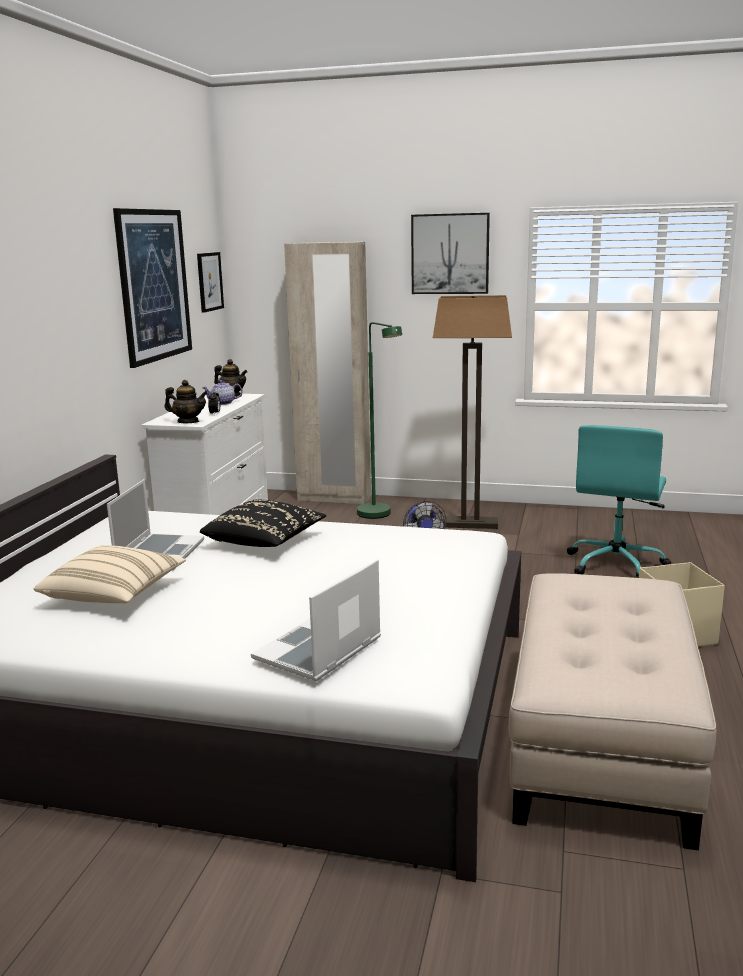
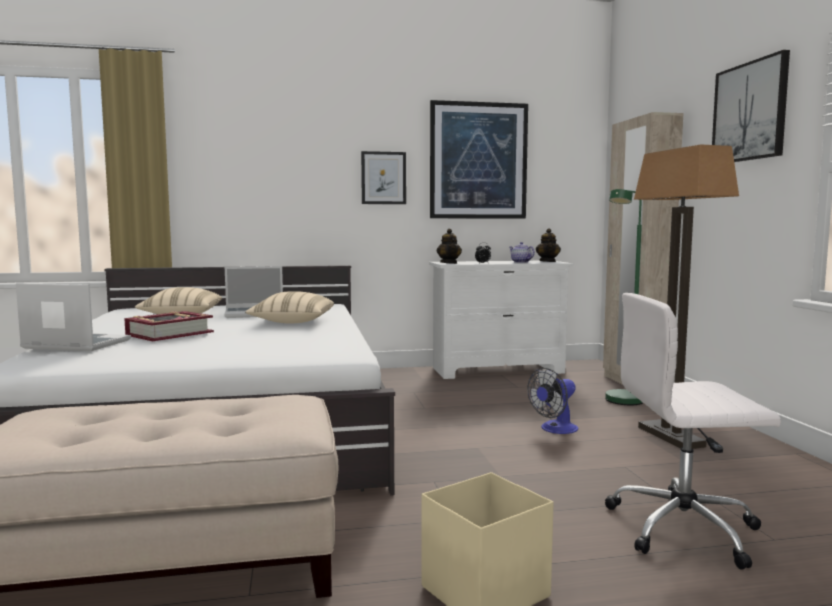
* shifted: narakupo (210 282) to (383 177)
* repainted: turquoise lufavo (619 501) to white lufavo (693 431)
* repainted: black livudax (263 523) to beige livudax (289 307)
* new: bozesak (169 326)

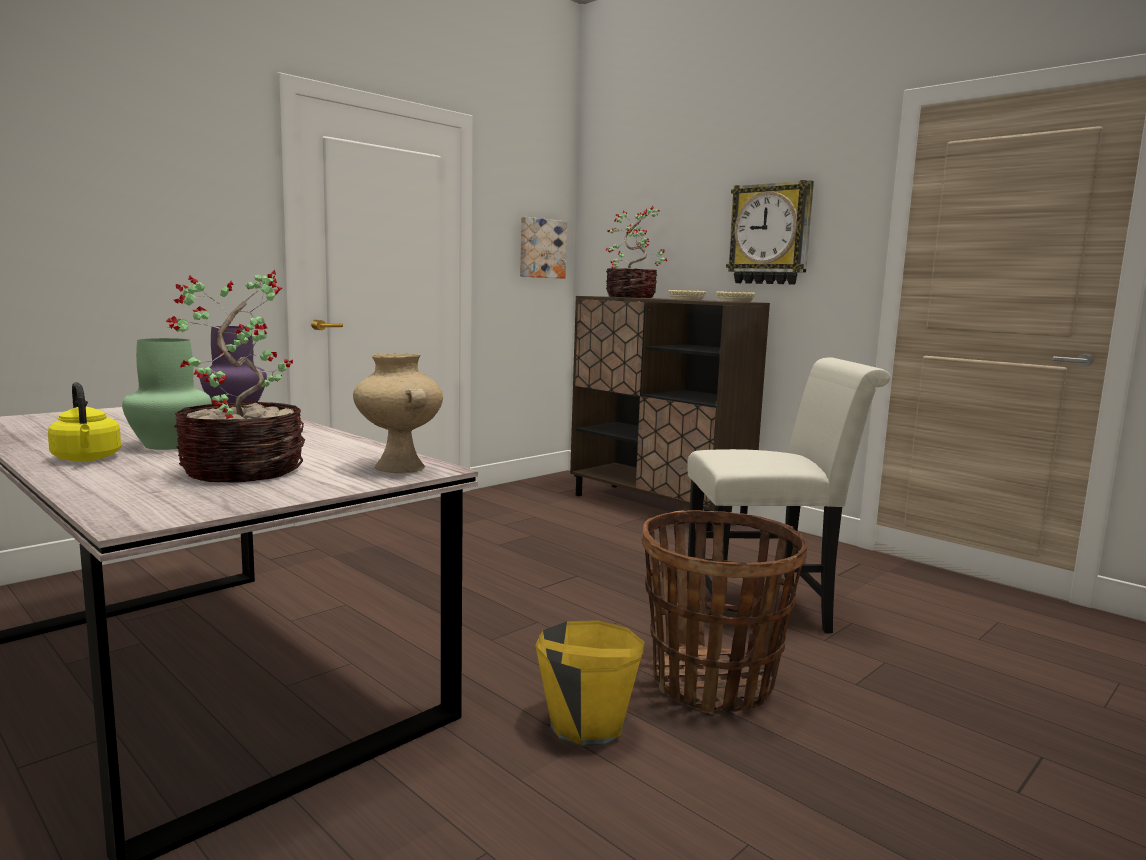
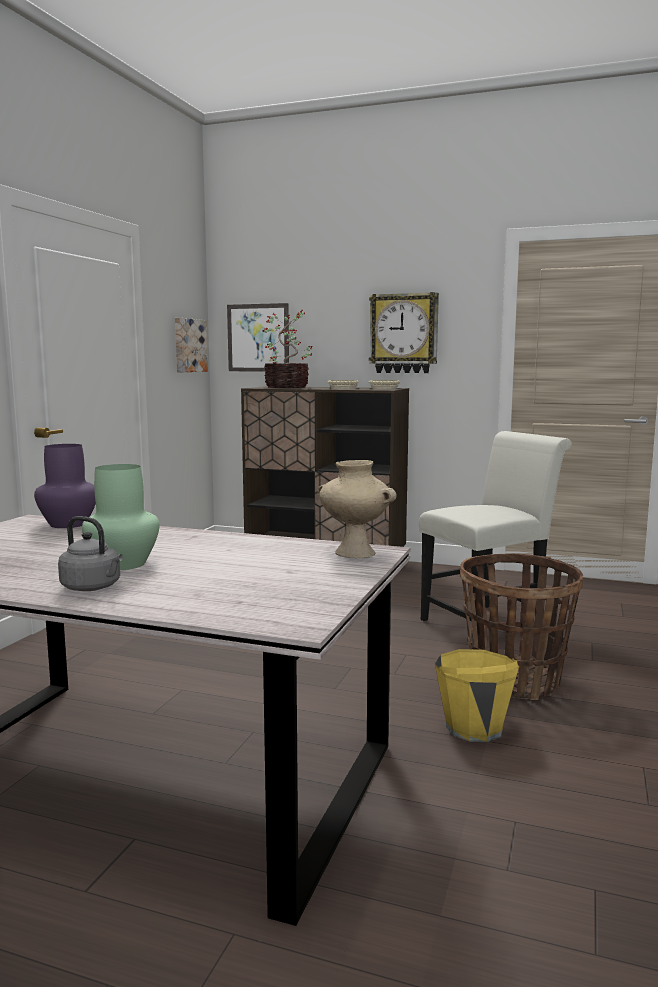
* gone: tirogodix (235 376)
* repainted: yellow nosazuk (84 422) to grey nosazuk (90 553)
* new: narakupo (258 337)

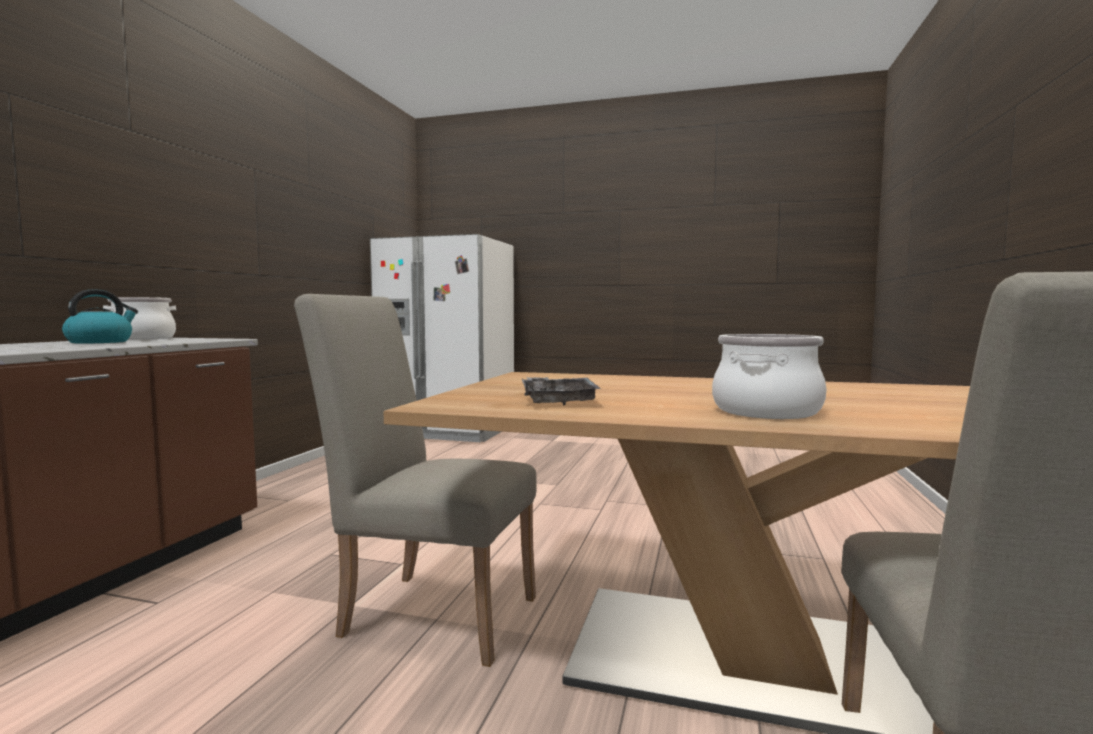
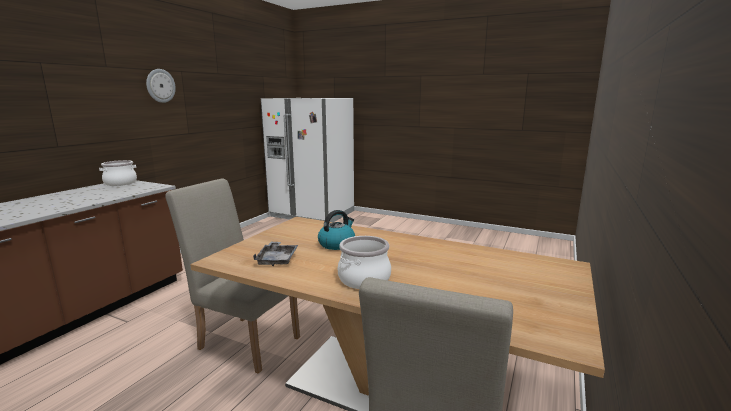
* shifted: nosazuk (100 316) to (336 230)
* new: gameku (161 86)

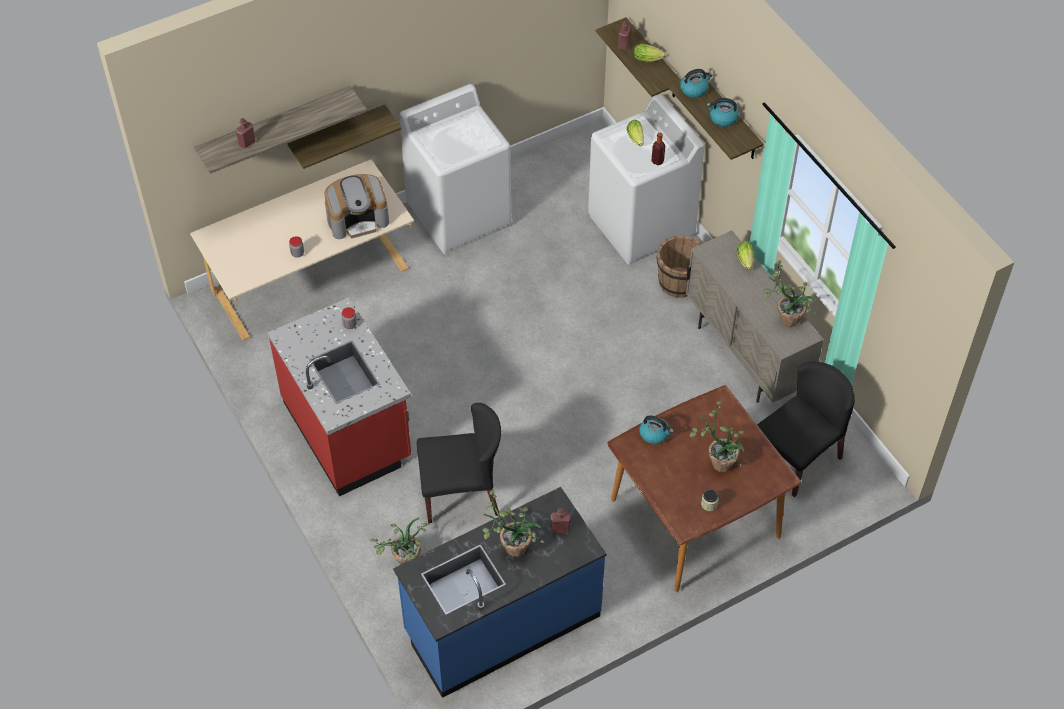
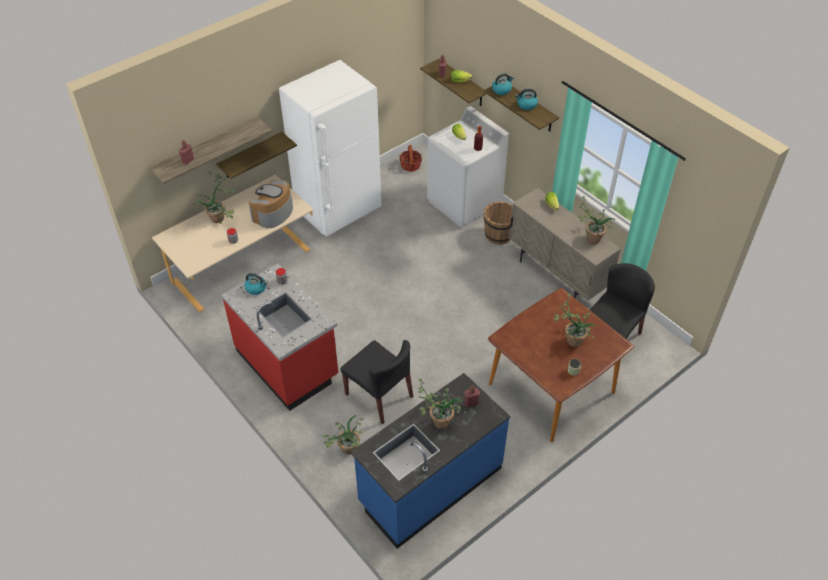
* swapped: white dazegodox (455 169) to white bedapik (330 148)
* rotated: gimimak (356 206) = (271 204) 150 degrees clockwise
* rotated: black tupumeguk (459 463) = (376 382) 60 degrees clockwise
* shifted: nosazuk (657 429) to (256 284)
* new: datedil (411 158)
* new: tirogodix (214 198)

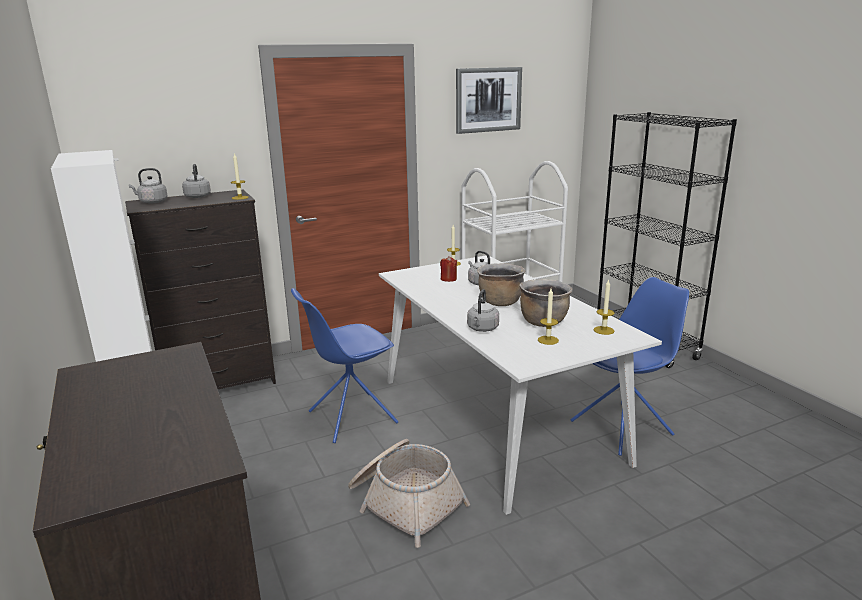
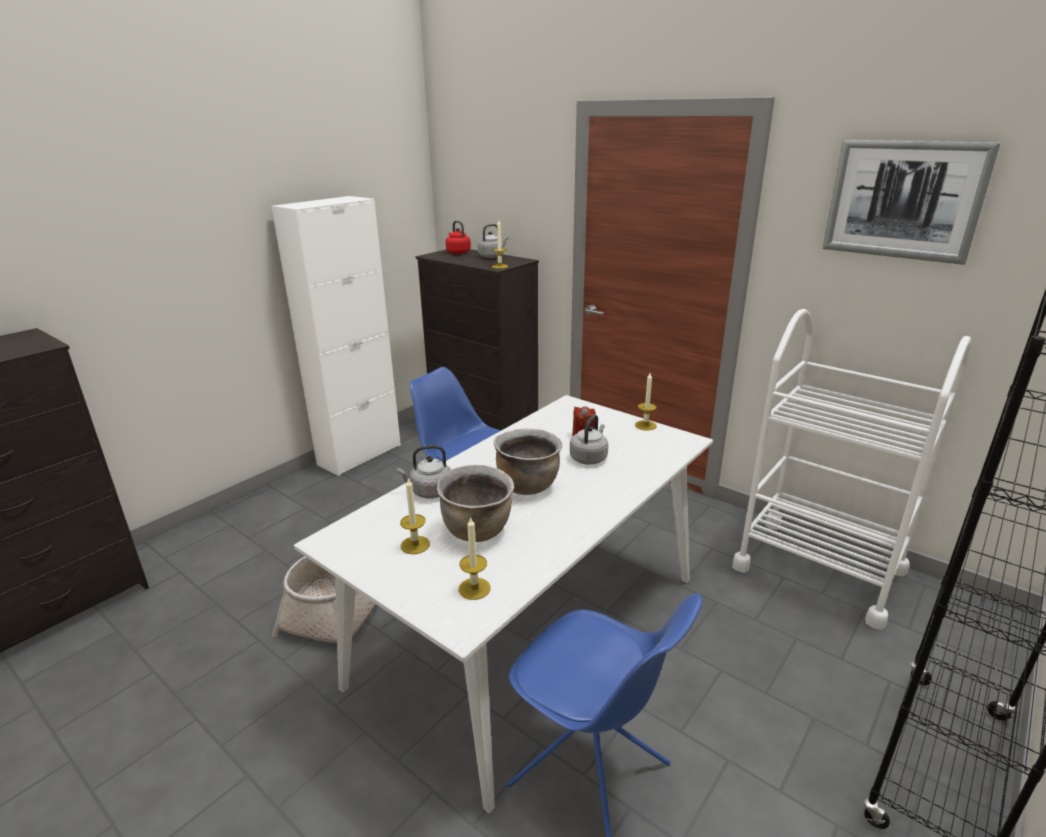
* repainted: grey nosazuk (148 185) to red nosazuk (458 237)

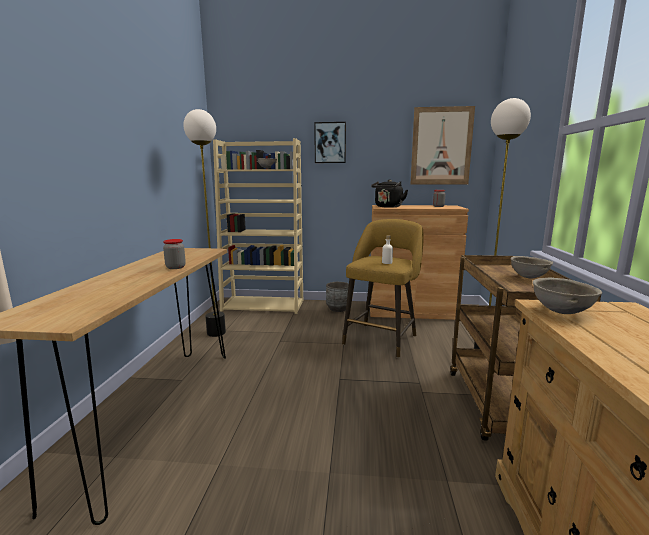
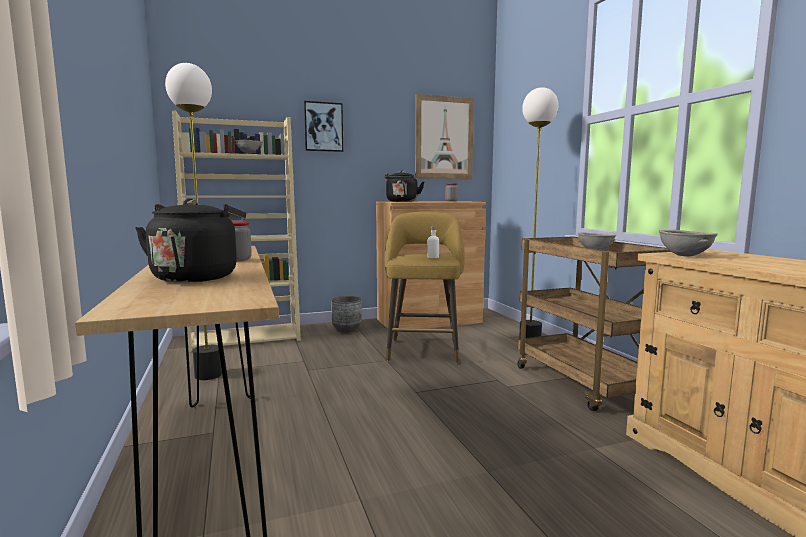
* new: black nosazuk (190 241)

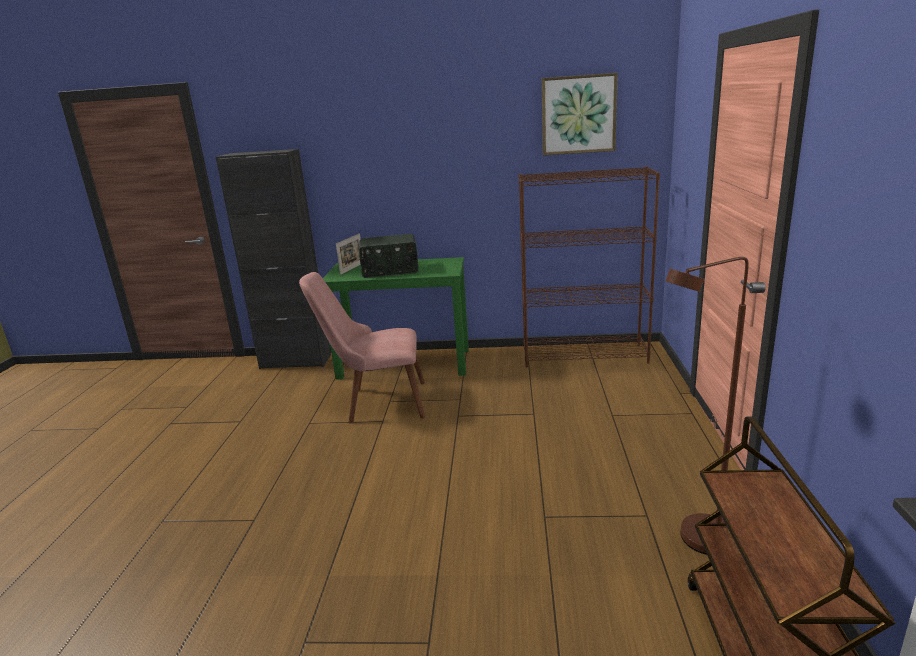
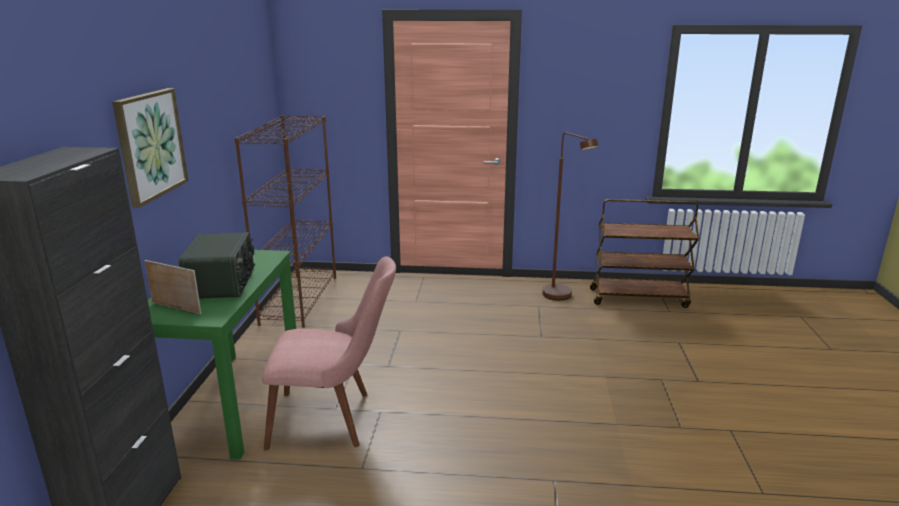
* shifted: narakupo (580 114) to (150 148)
* rotated: pink tupumeguk (362 348) = (329 353) 90 degrees counterclockwise

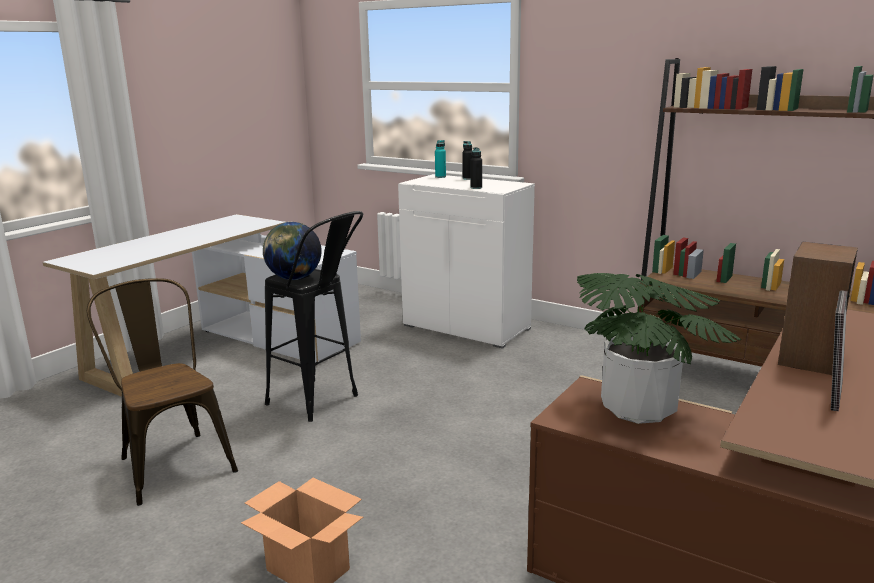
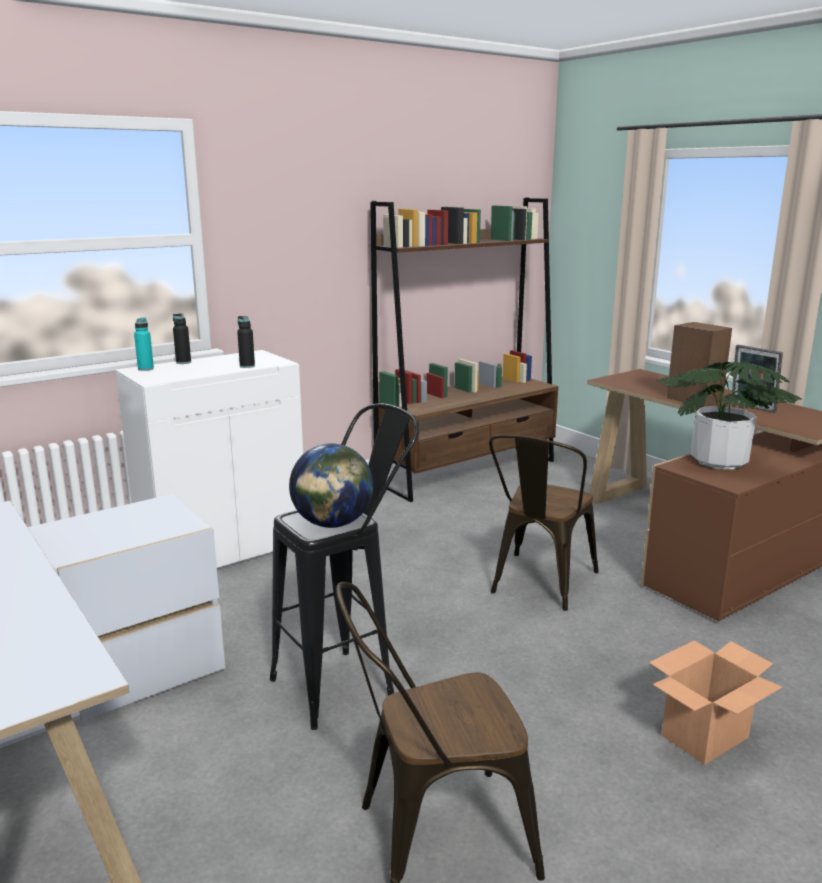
* new: brown tupumeguk (544 523)

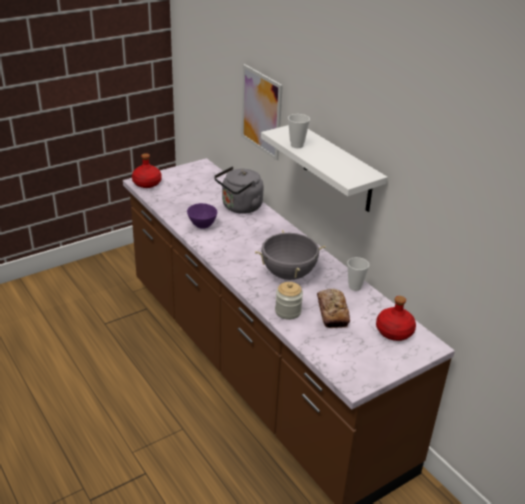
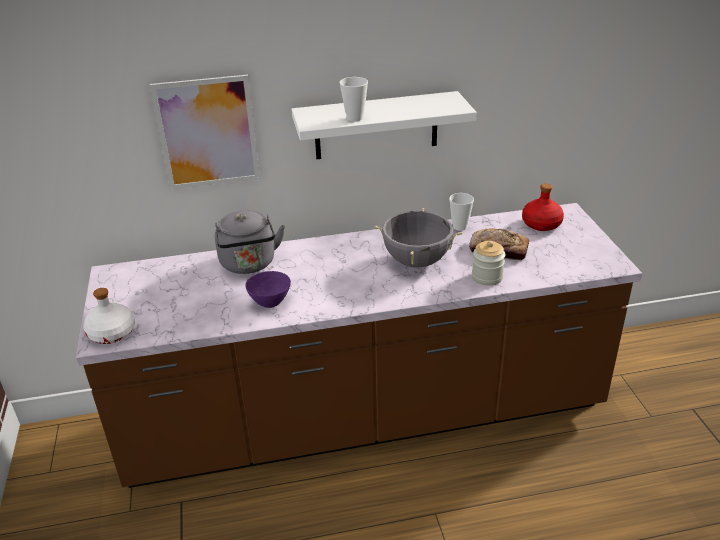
* repainted: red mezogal (147 170) to white mezogal (109 316)

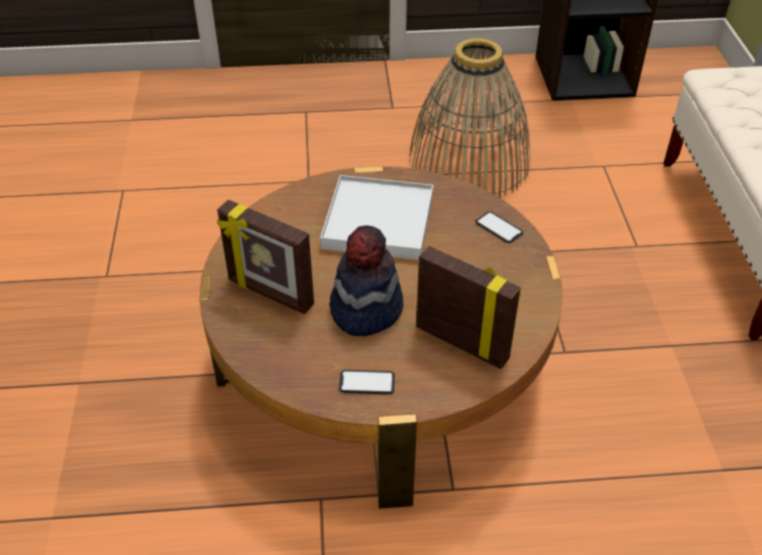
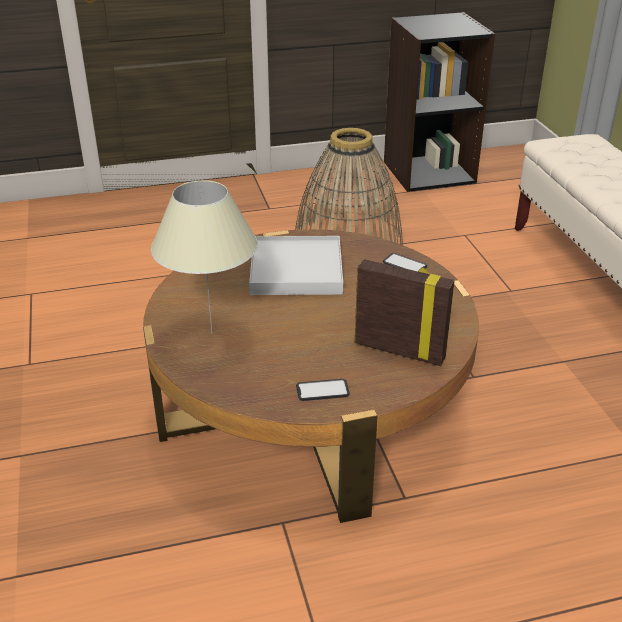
* swapped: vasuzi (265 257) to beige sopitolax (204 257)
* gone: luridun (366 280)

